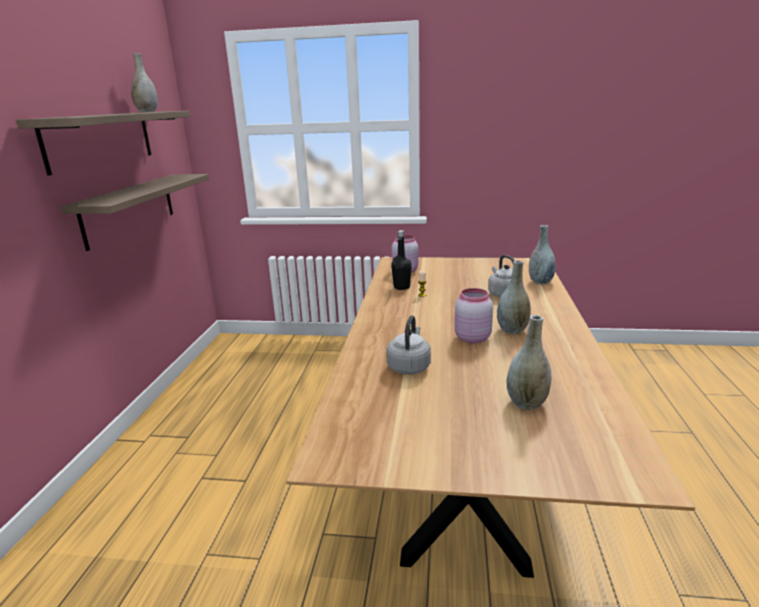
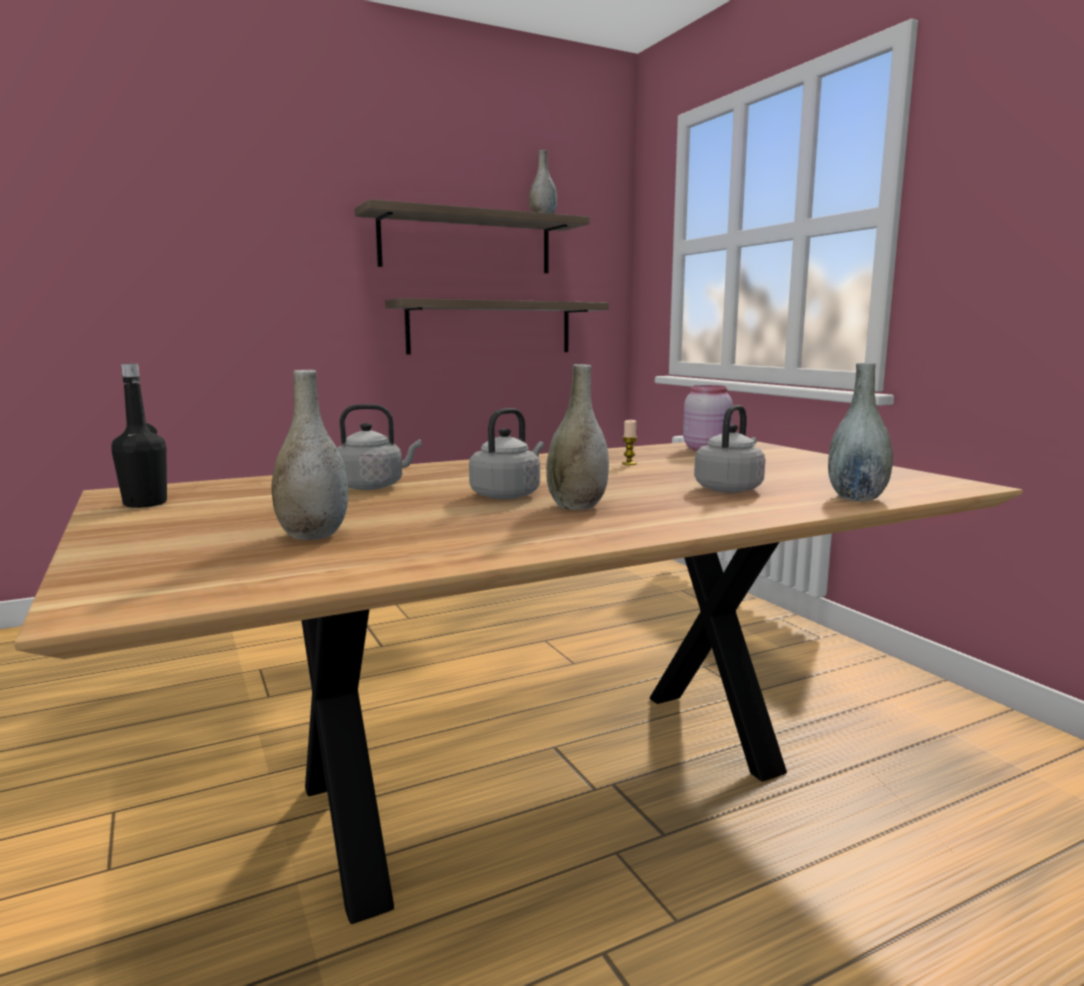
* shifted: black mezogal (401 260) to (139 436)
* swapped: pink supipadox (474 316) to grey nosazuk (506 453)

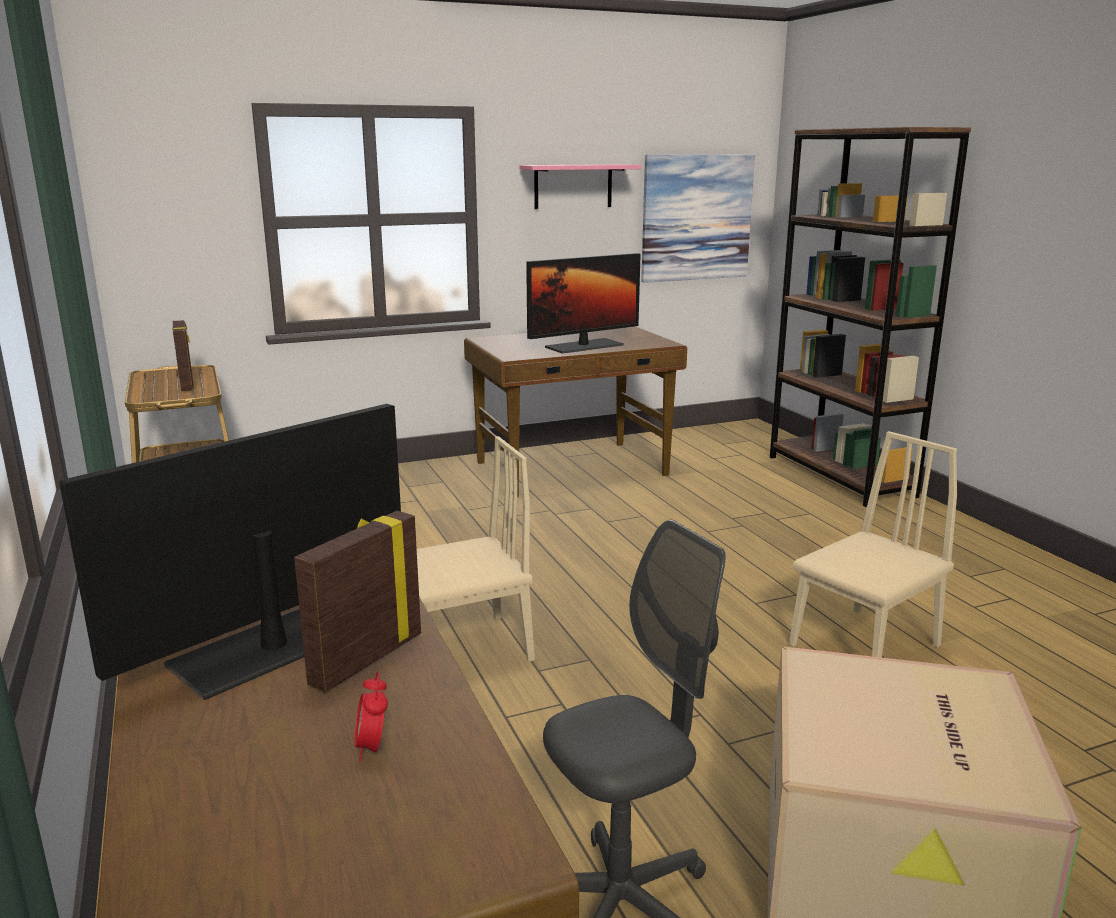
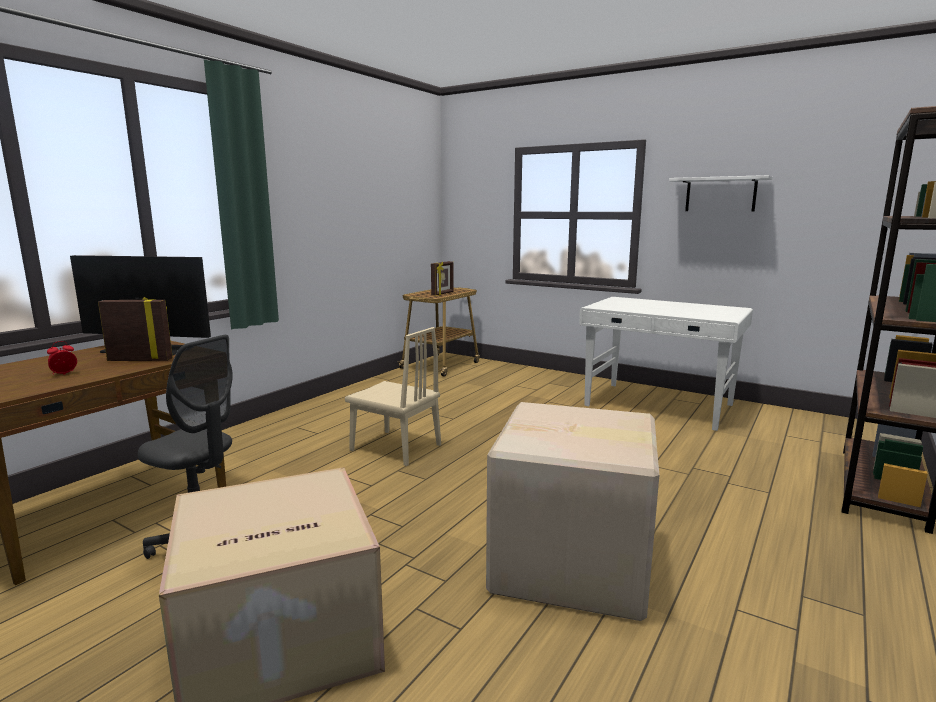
* gone: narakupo (698 218)
* repainted: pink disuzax (580 186) to white disuzax (720 193)
* gone: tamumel (583 303)
* repainted: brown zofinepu (575 411) to white zofinepu (666 364)
* swapped: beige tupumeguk (873 544) to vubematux (572 511)

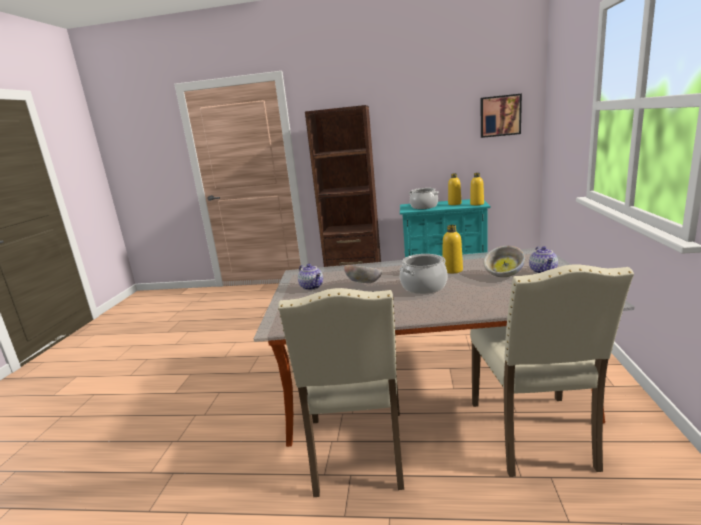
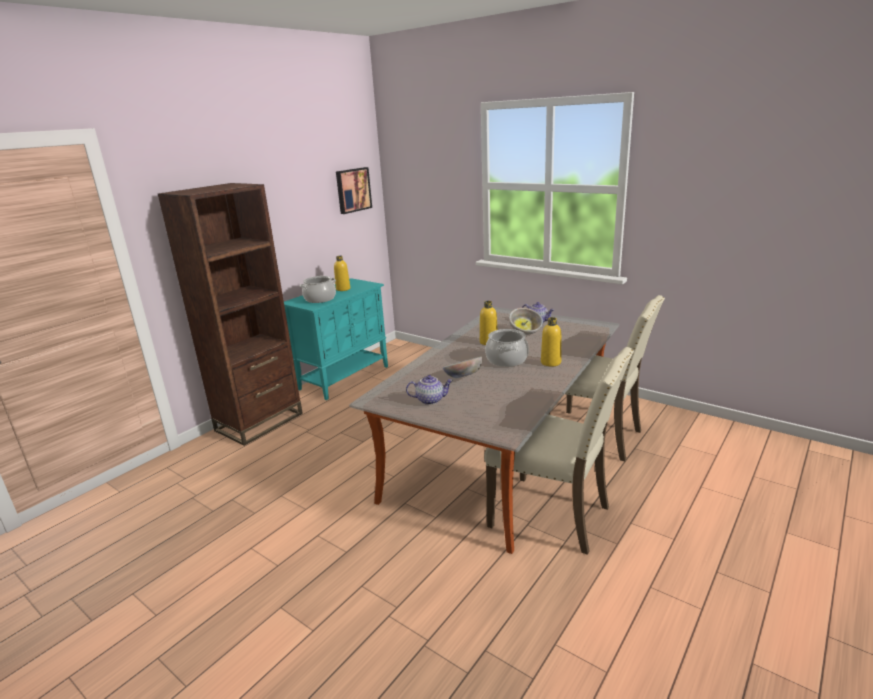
* shifted: yellow mezogal (477 189) to (551 341)

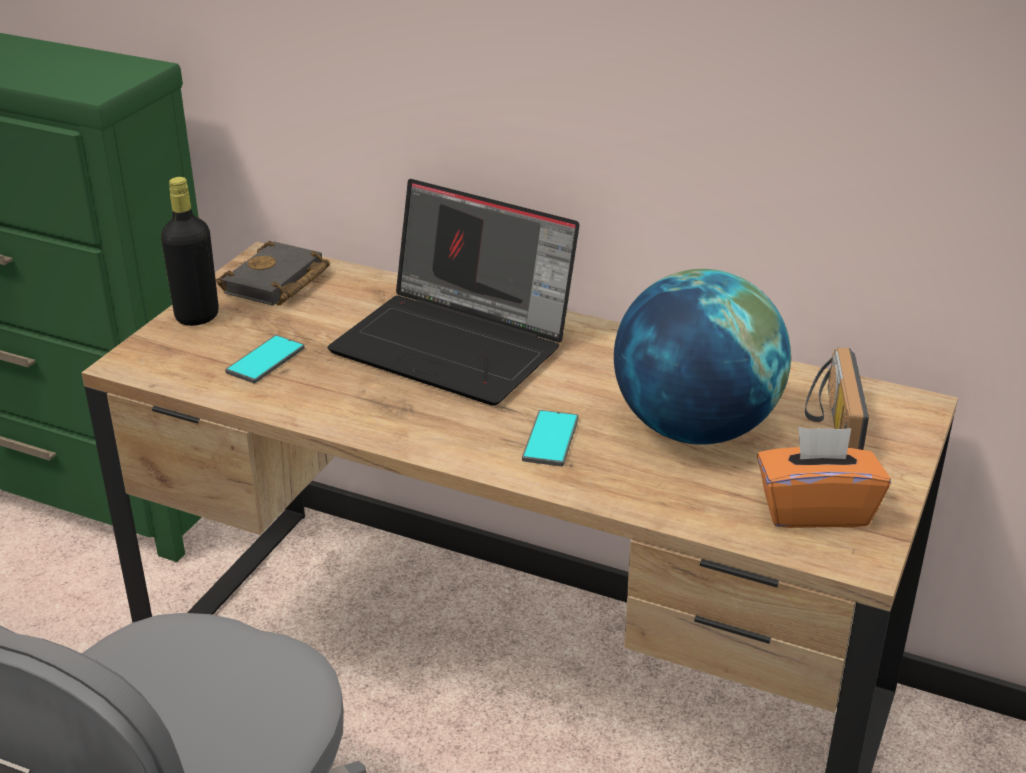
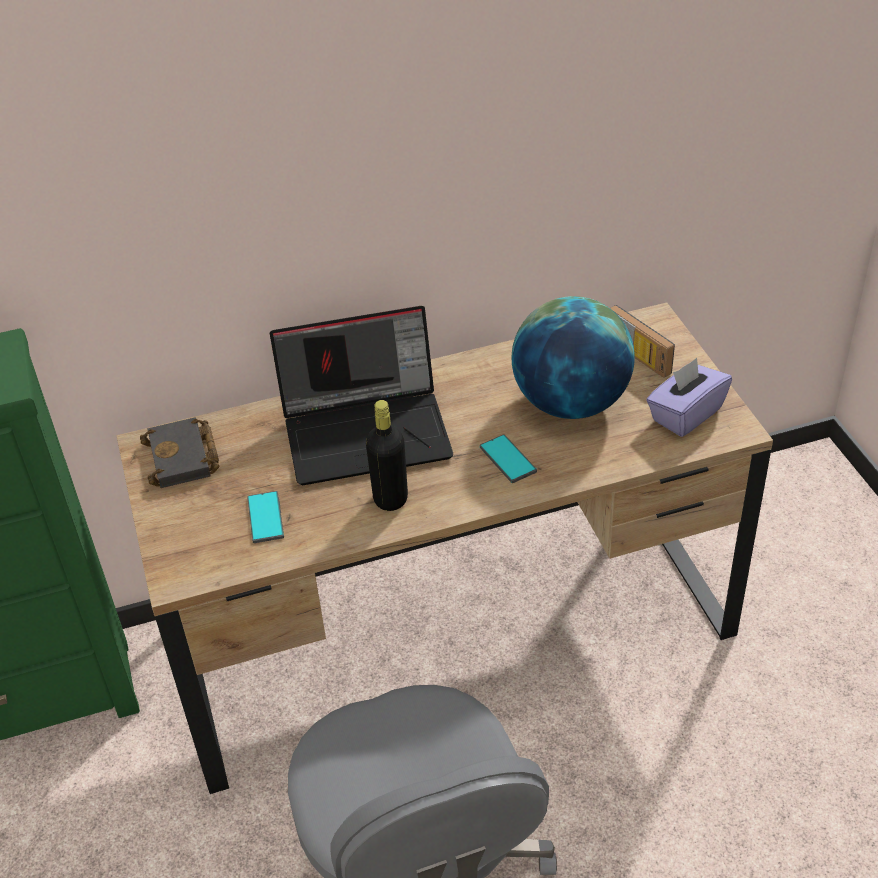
* shifted: black mezogal (190 251) to (387 455)
* repainted: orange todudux (824 477) to purple todudux (689 397)

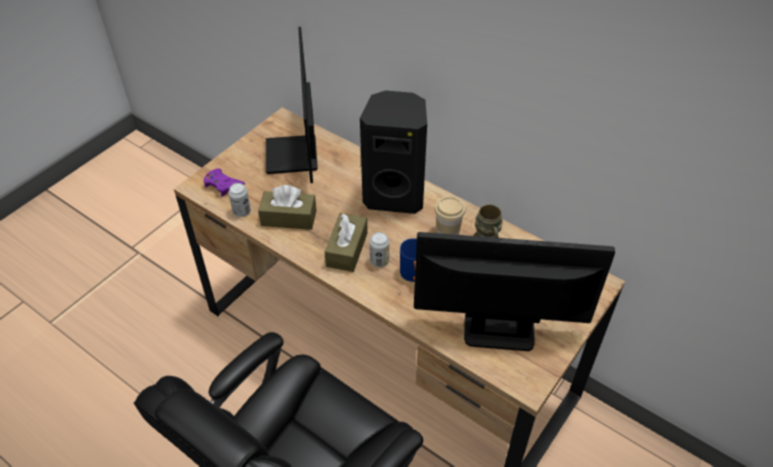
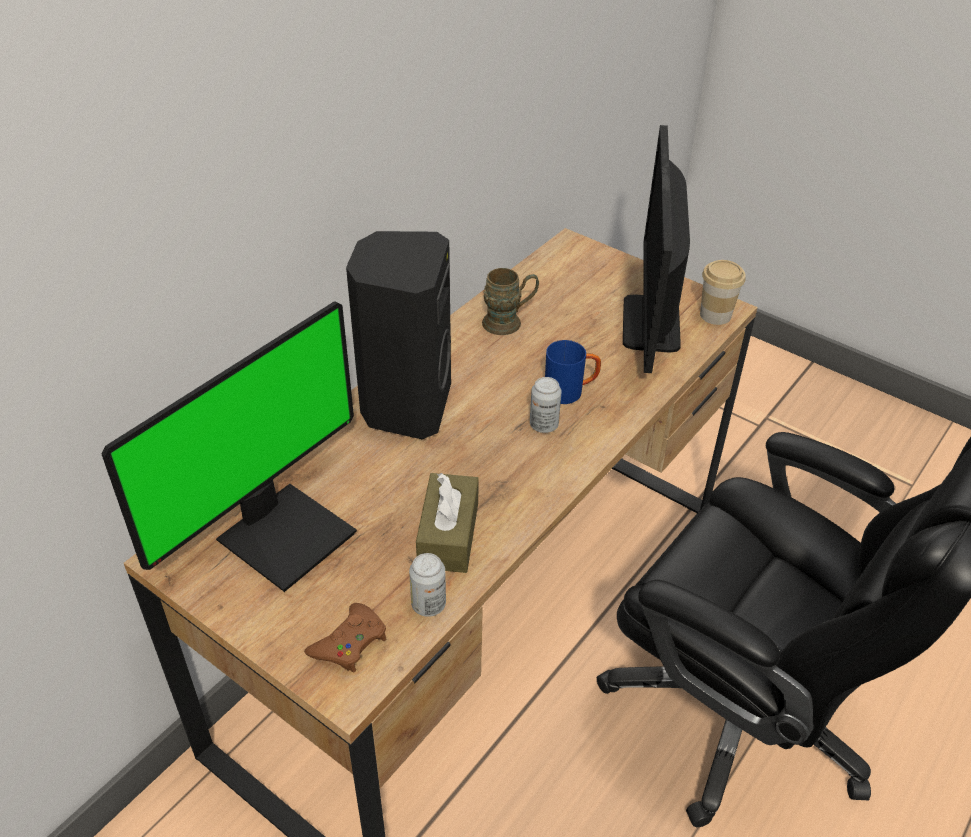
* rotated: tamumel (292 105) = (229 446) 45 degrees counterclockwise
* repainted: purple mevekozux (224 183) to brown mevekozux (345 638)
* shifted: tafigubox (450 216) to (723 292)
* gone: brown todudux (346 242)

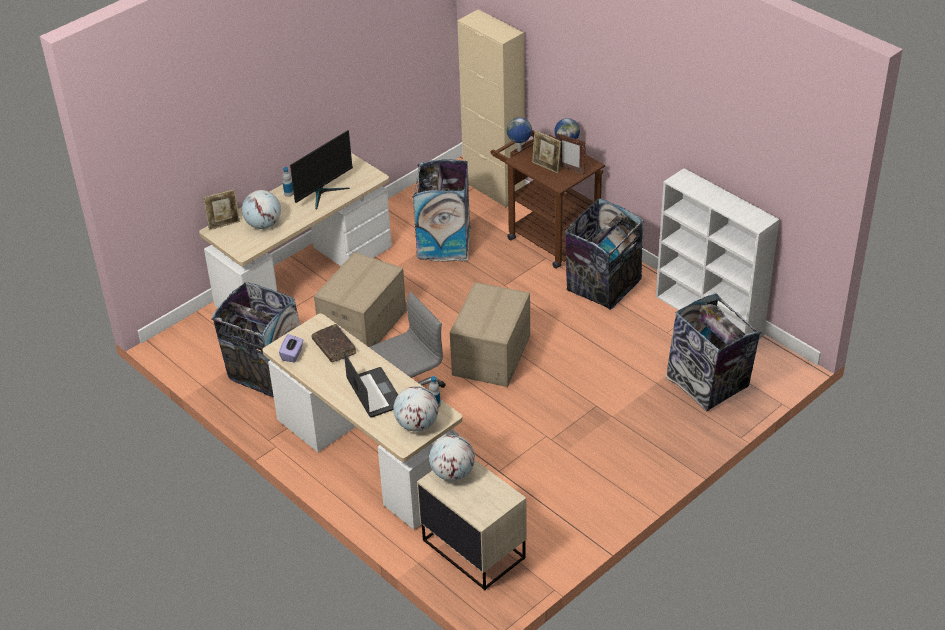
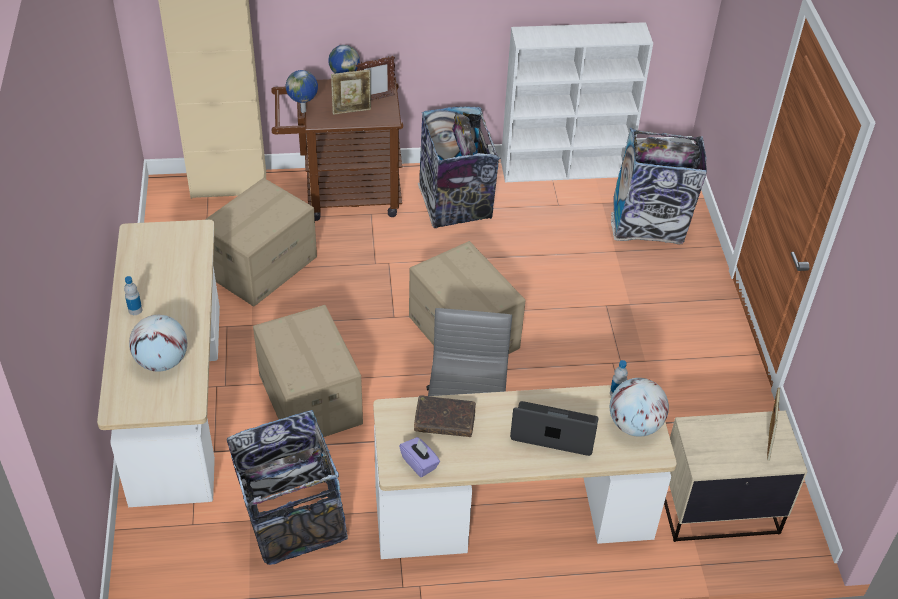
* gone: tamumel (321 169)
* swapped: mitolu (442 210) to vubematux (261 242)
* shifted: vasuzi (221 209) to (773 424)
* gone: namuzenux (452 458)

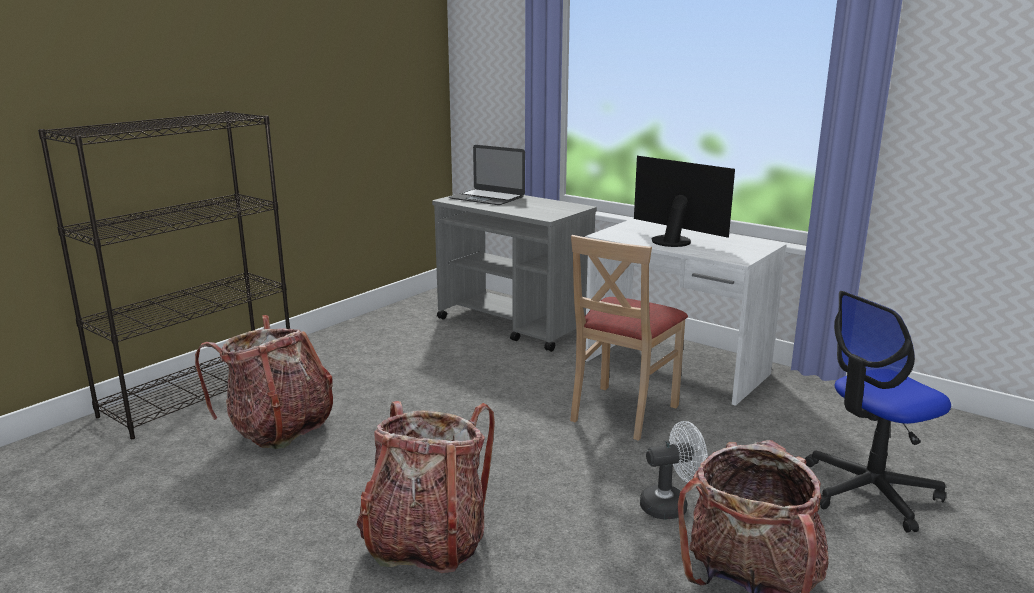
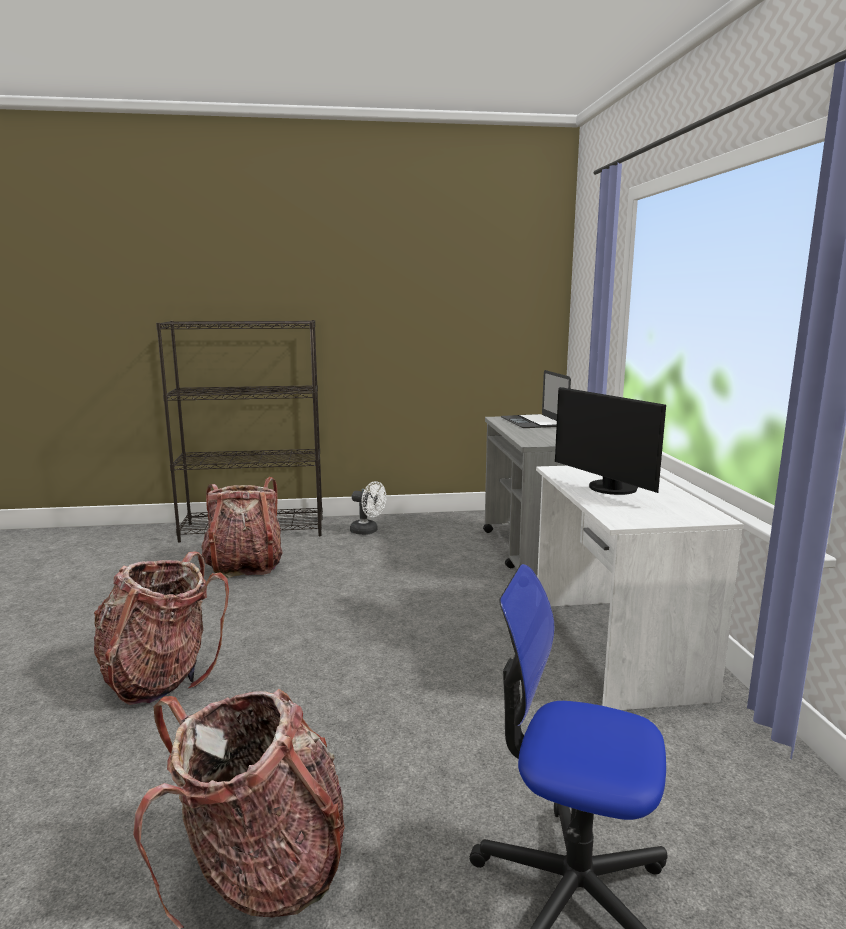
* rotated: tamumel (684 201) = (610 441) 150 degrees clockwise
* gone: beige tupumeguk (629 338)
* shifted: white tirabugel (674 470) to (368 508)

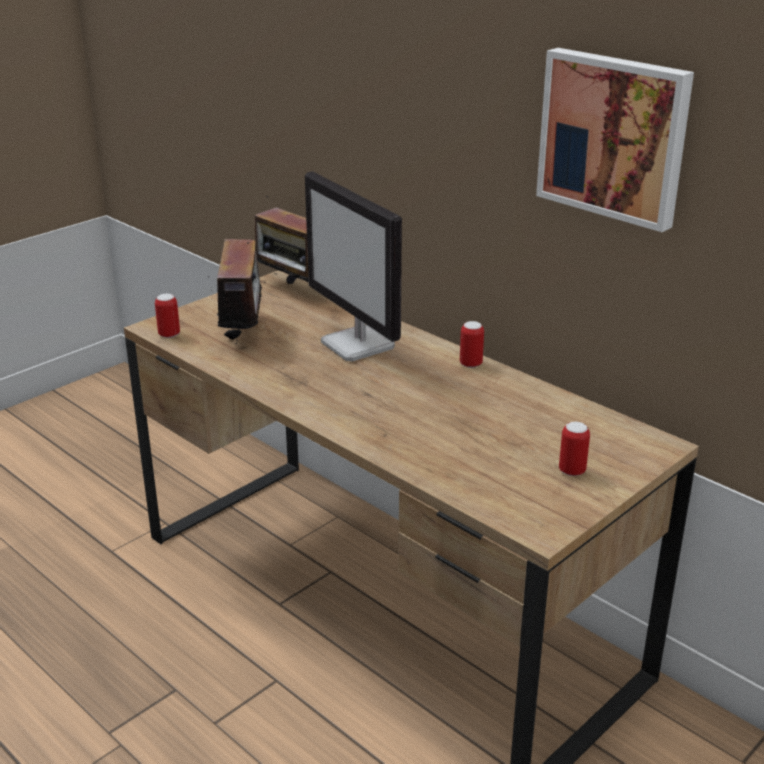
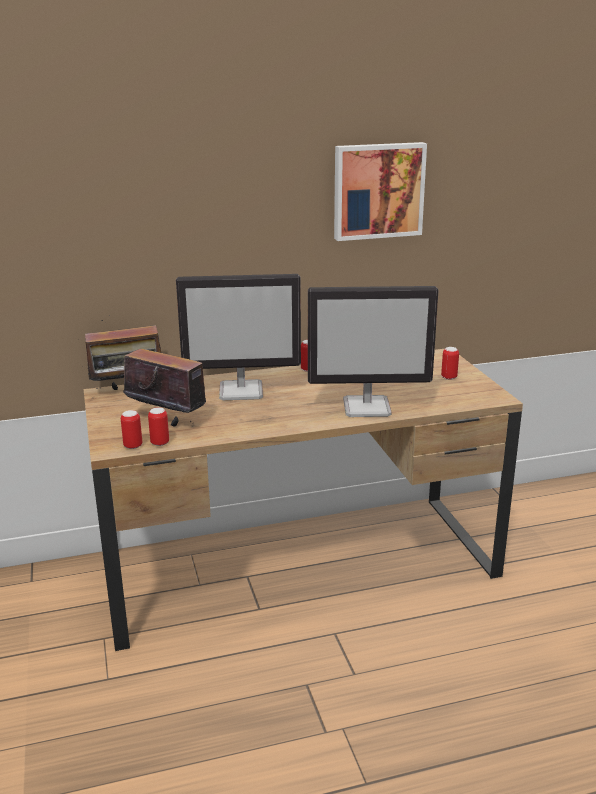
* new: tamumel (373 351)
* new: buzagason (158 426)

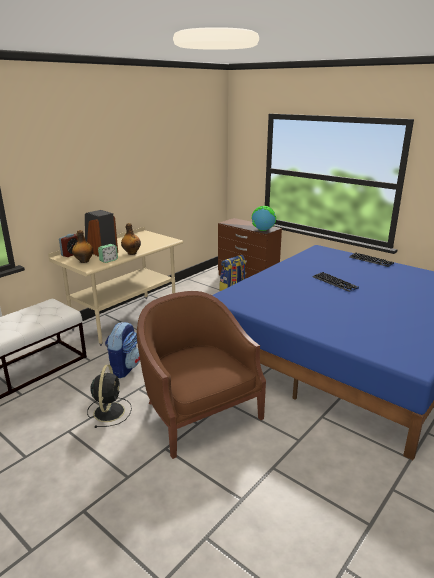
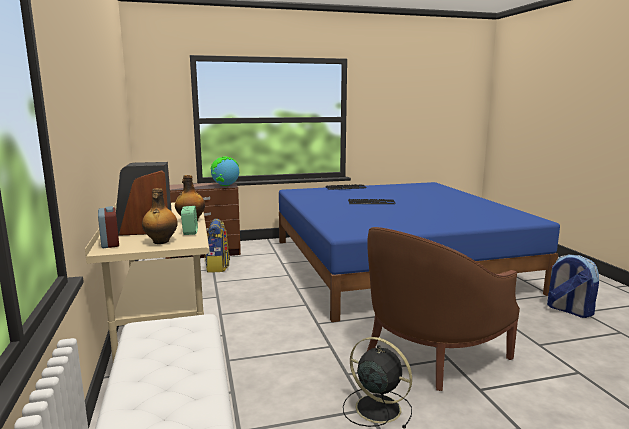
* rotated: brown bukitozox (201 375) = (443 309) 45 degrees counterclockwise
* shifted: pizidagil (122 350) to (573 286)

